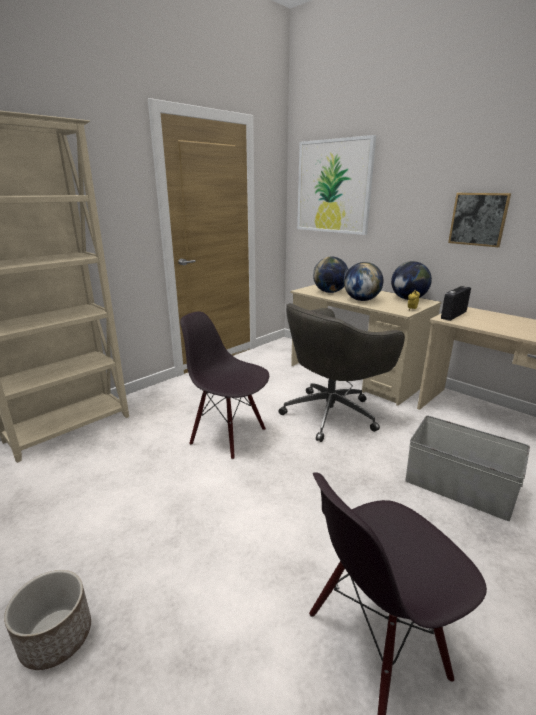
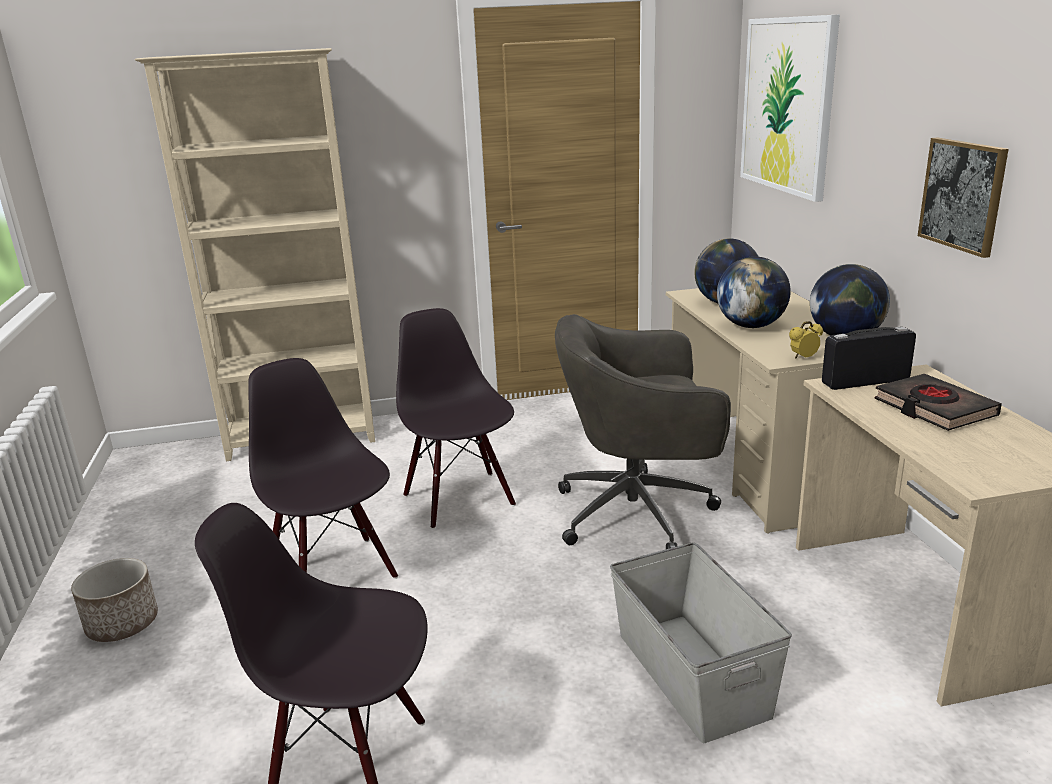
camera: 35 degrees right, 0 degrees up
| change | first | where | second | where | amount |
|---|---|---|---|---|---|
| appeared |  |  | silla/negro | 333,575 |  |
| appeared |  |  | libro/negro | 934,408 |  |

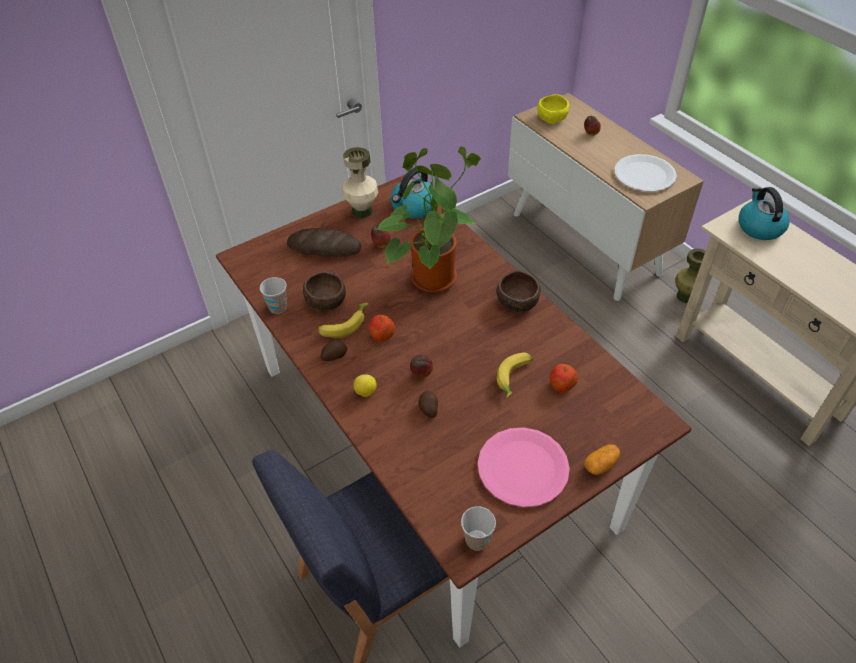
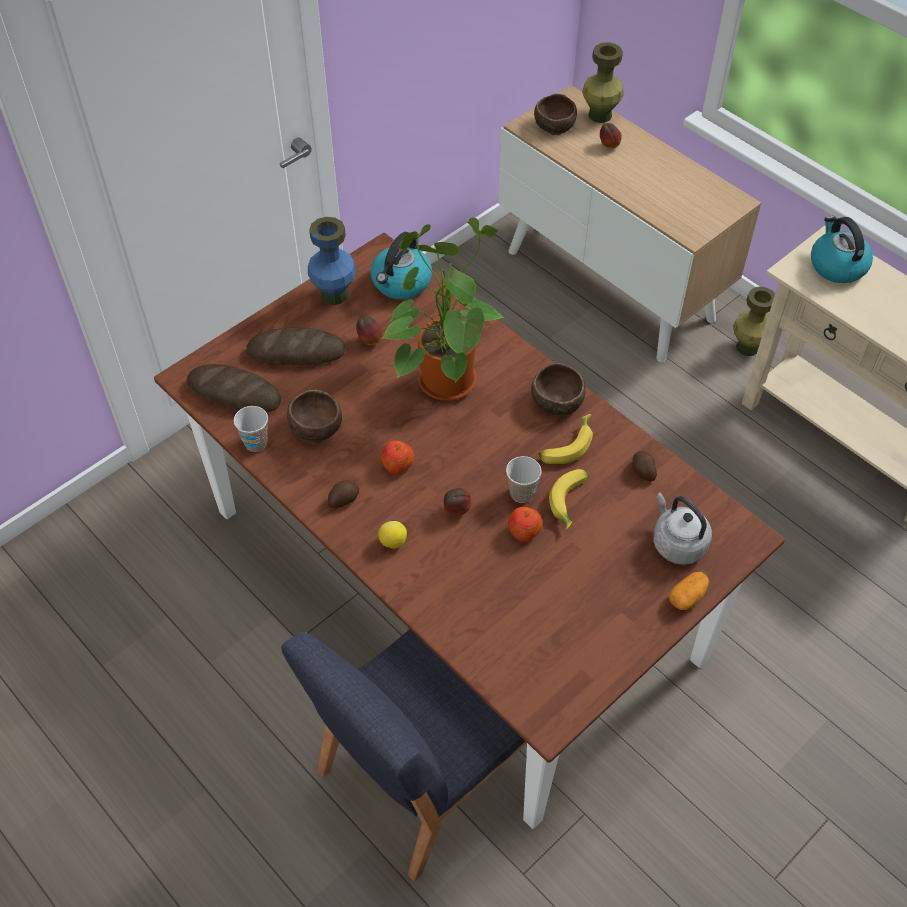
camera: 10 degrees left, 5 degrees up
| change | first | where | second | where | amount |
|---|---|---|---|---|---|
| missing | plato/rosa | 523,468 |  |  |  |
| missing | plato/blanco | 644,175 |  |  |  |
| appeared |  |  | pan | 234,393 |  |
| appeared |  |  | florero/verde | 599,115 |  |
| appeared |  |  | hervidor/gris | 677,543 |  |
| relocated | plátano | 343,325 |  | 566,445 |  |
| relocated | patata | 428,408 |  | 643,471 |  |
| relocated | taza | 477,540 |  | 521,493 |  |
| relocated | manzana | 561,385 |  | 524,531 |  |
| colour | florero/beis | 362,211 | florero/azul | 334,295 |  |
| colour | cuenco/amarillo | 552,118 | cuenco/marrón | 554,126 |  |

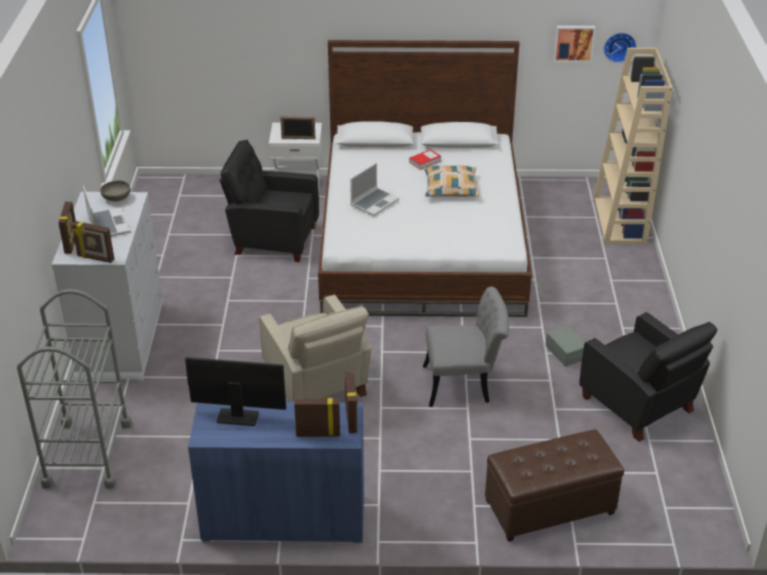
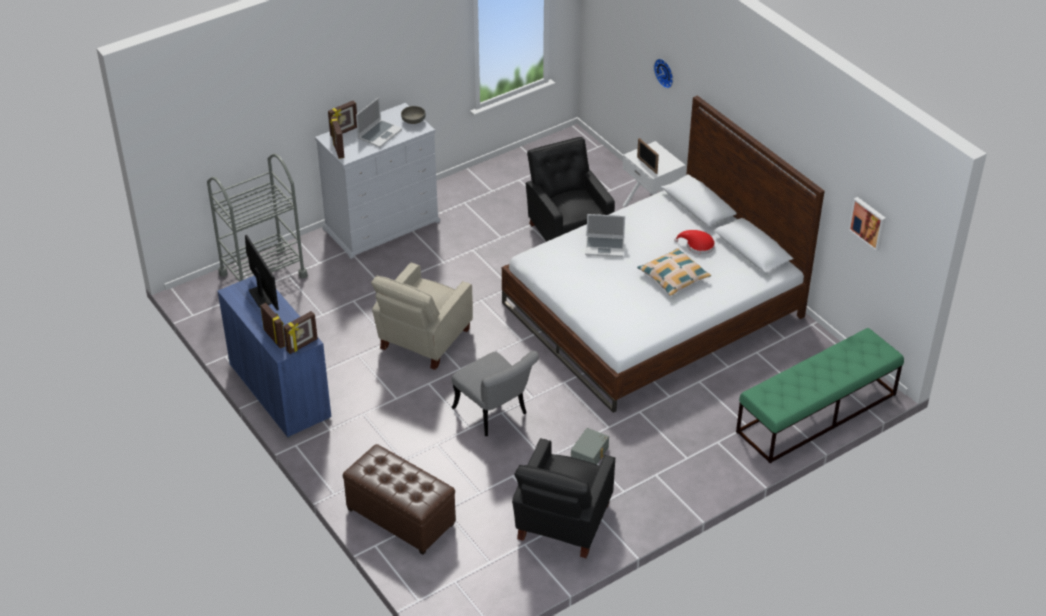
camera: 55 degrees right, 5 degrees up
| change | first | where | second | where | amount |
|---|---|---|---|---|---|
| relocated | reloj de pared | 619,46 |  | 665,72 |  |
| exchanged | libro | 425,161 | sombrero/rojo | 697,246 |  |
| exchanged | estantería/beis | 620,221 | banco/verde | 816,413 |  |

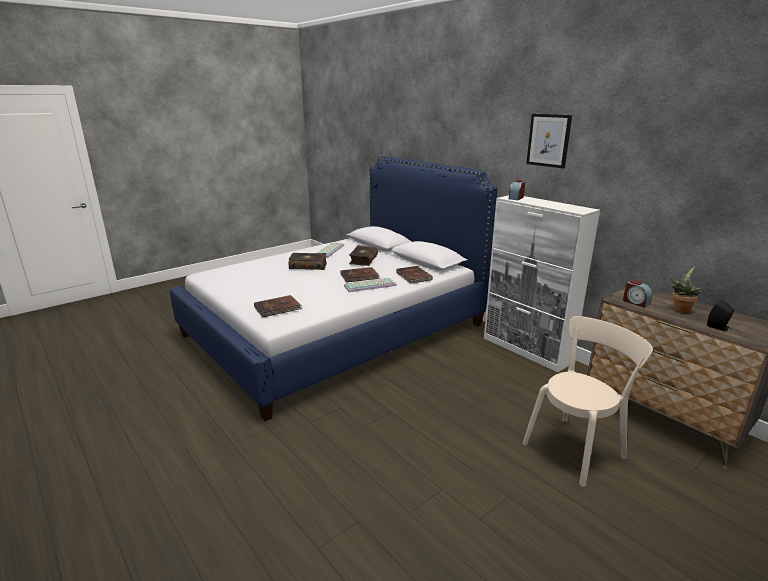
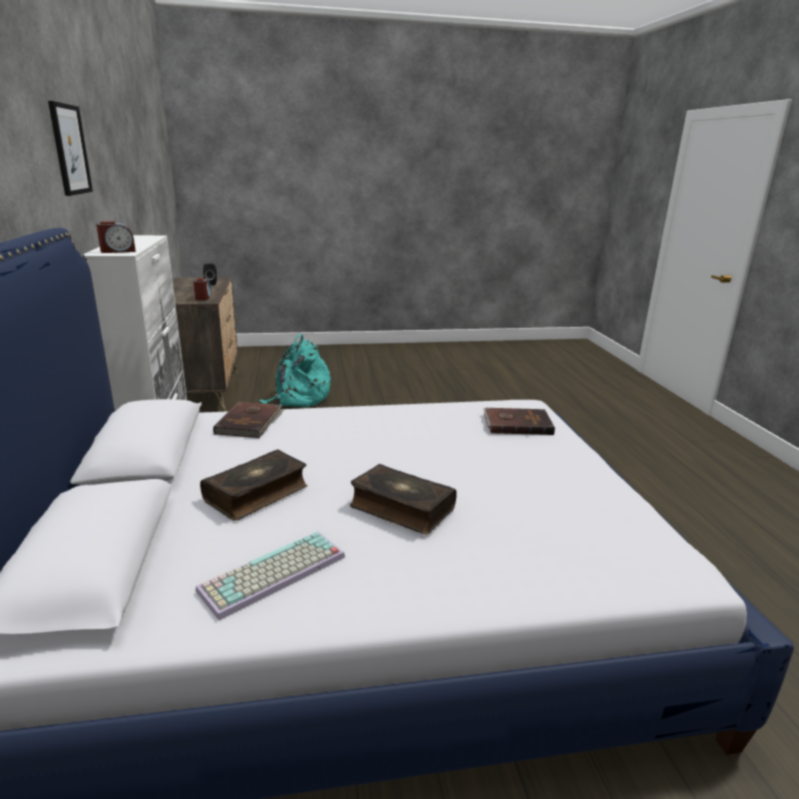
camera: 150 degrees left, 0 degrees up
| change | first | where | second | where | amount |
|---|---|---|---|---|---|
| missing | libro/marrón | 360,276 |  |  |  |
| missing | teclado | 370,285 |  |  |  |
| missing | planta en maceta | 680,309 |  |  |  |
| exchanged | silla/beis | 576,448 | mochila/turquesa | 299,398 |  |

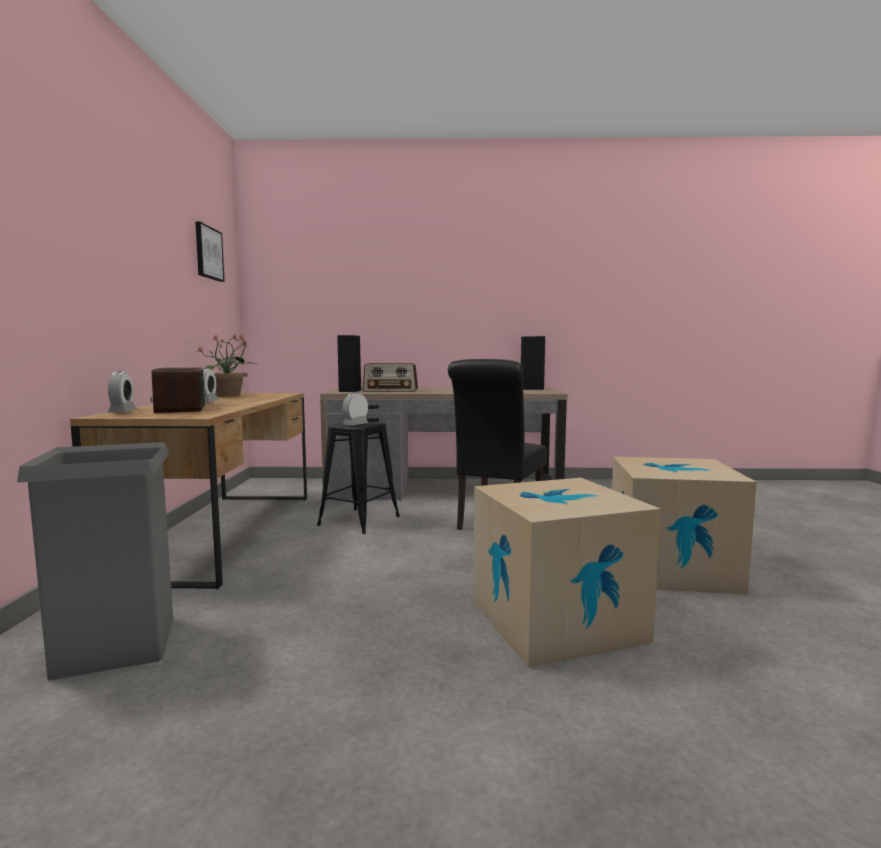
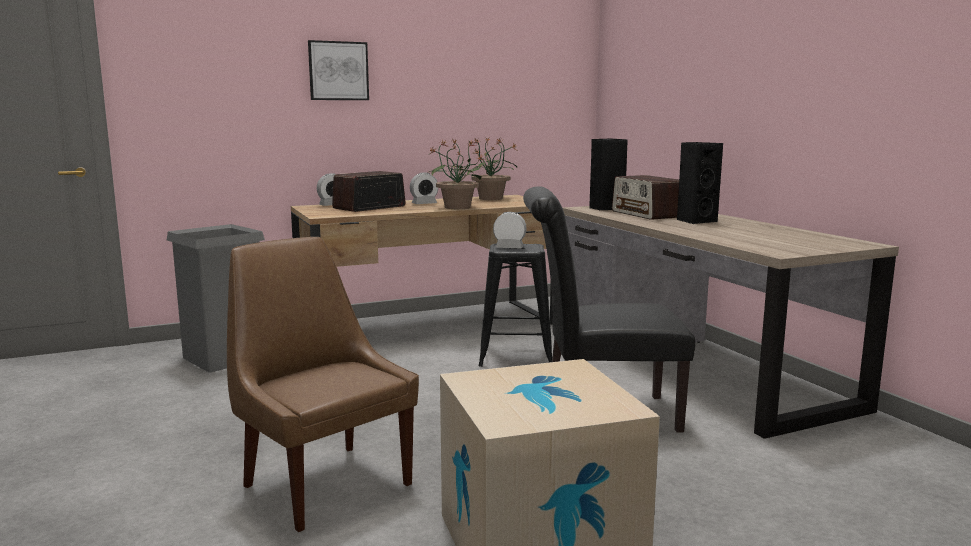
camera: 65 degrees right, 5 degrees up
| change | first | where | second | where | amount |
|---|---|---|---|---|---|
| appeared |  |  | planta en maceta | 456,207 |  |
| relocated | cuadro | 208,253 |  | 338,71 |  |
| relocated | altavoz/negro | 531,389 |  | 695,221 |  |
| exchanged | caja de cartón | 556,621 | silla/marrón | 324,483 |  |

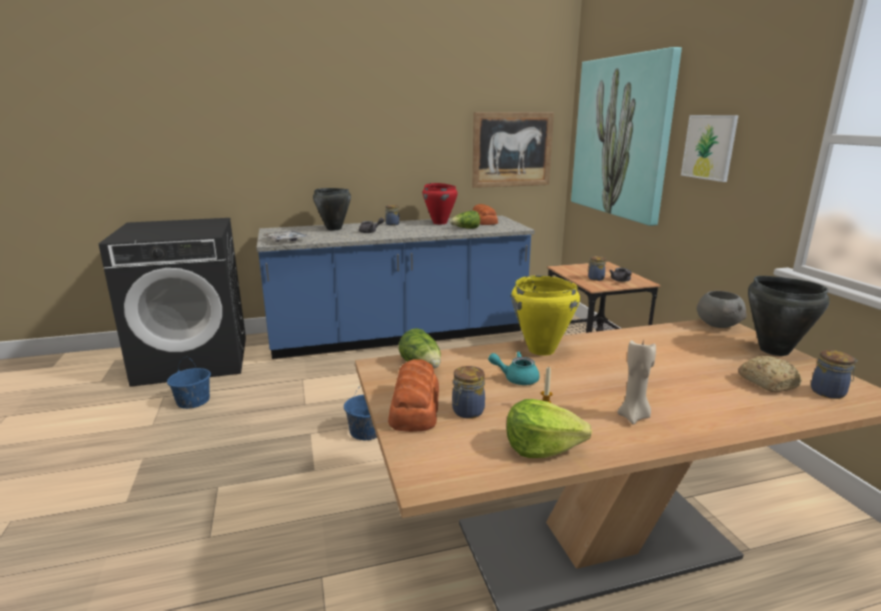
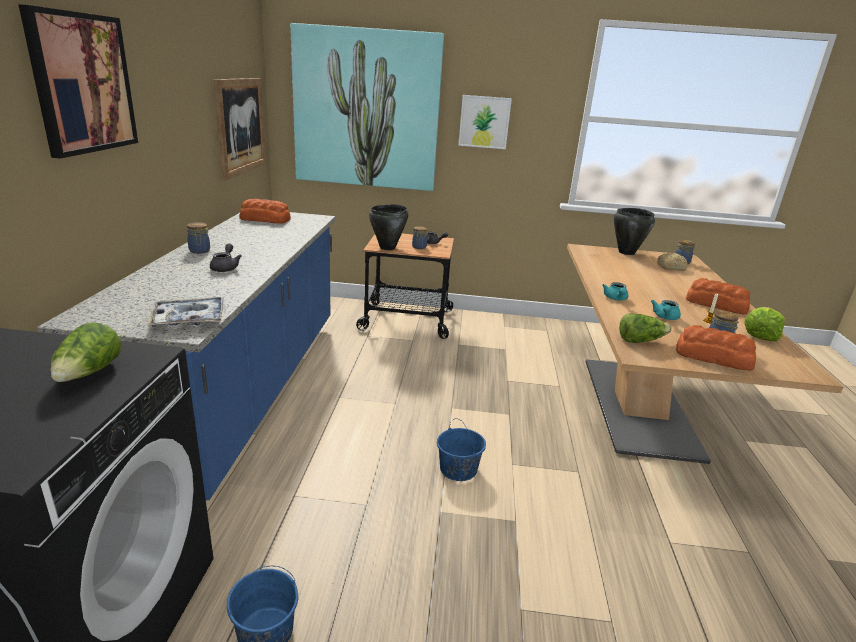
camera: 70 degrees left, 5 degrees up
| change | first | where | second | where | amount |
|---|---|---|---|---|---|
| missing | olla/rojo | 440,223 |  |  |  |
| missing | cuenco/gris | 717,325 |  |  |  |
| appeared |  |  | cuadro | 82,83 |  |
| relocated | olla/negro | 334,229 |  | 388,248 |  |
| relocated | lechuga | 465,229 |  | 89,373 |  |
| exchanged | olla/amarillo | 541,350 | tetera/turquesa | 615,299 |  |
| exchanged | vela/beis | 634,417 | pan | 716,305 |  |

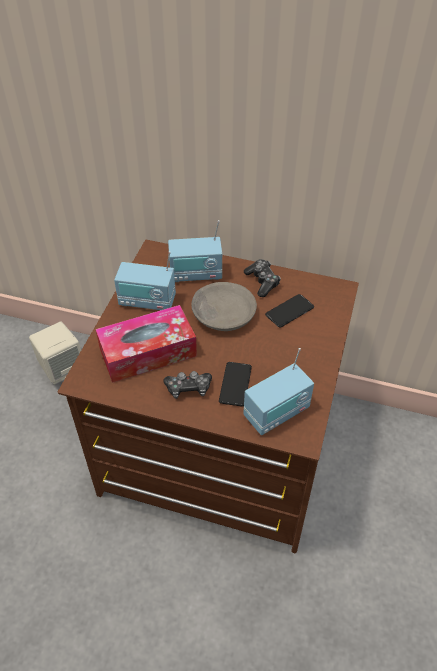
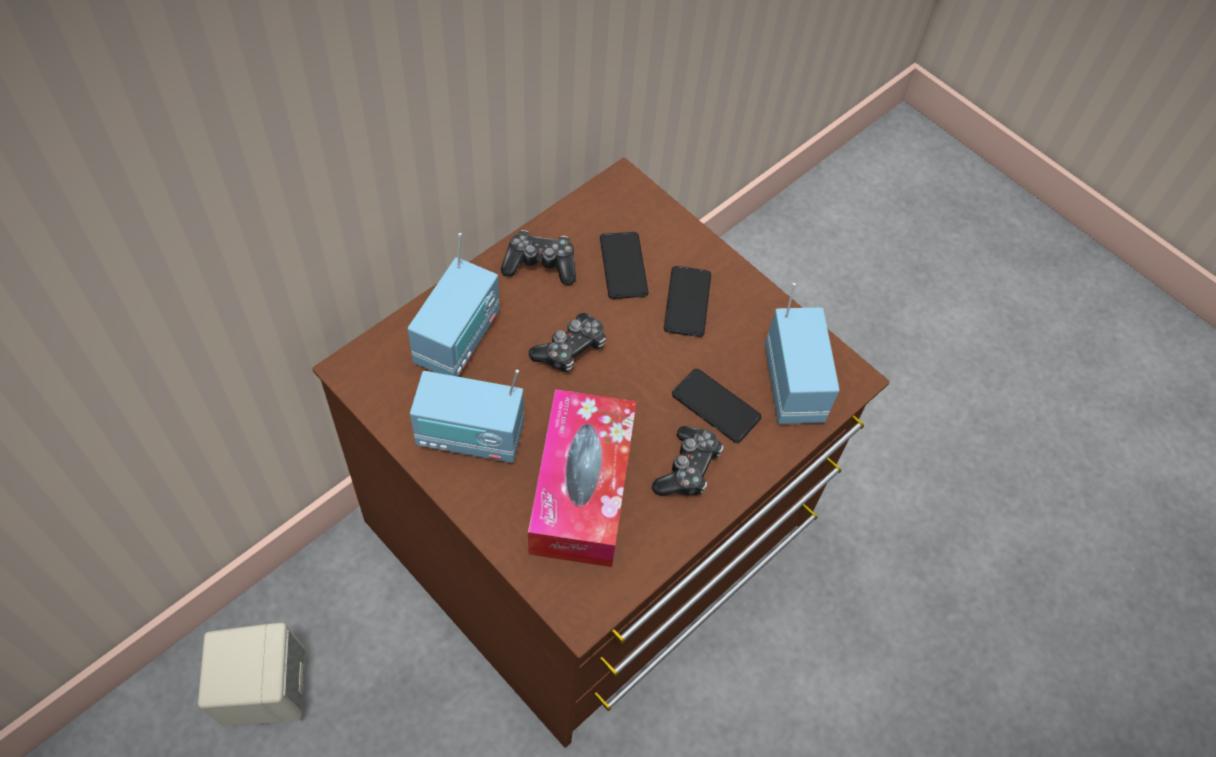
camera: 65 degrees left, 10 degrees up
| change | first | where | second | where | amount |
|---|---|---|---|---|---|
| appeared |  |  | móvil | 687,302 |  |
| exchanged | cuenco/gris | 222,314 | mando de consola | 570,349 |  |
| spun | radio | 147,301 |  | 470,437 | 60 degrees clockwise |

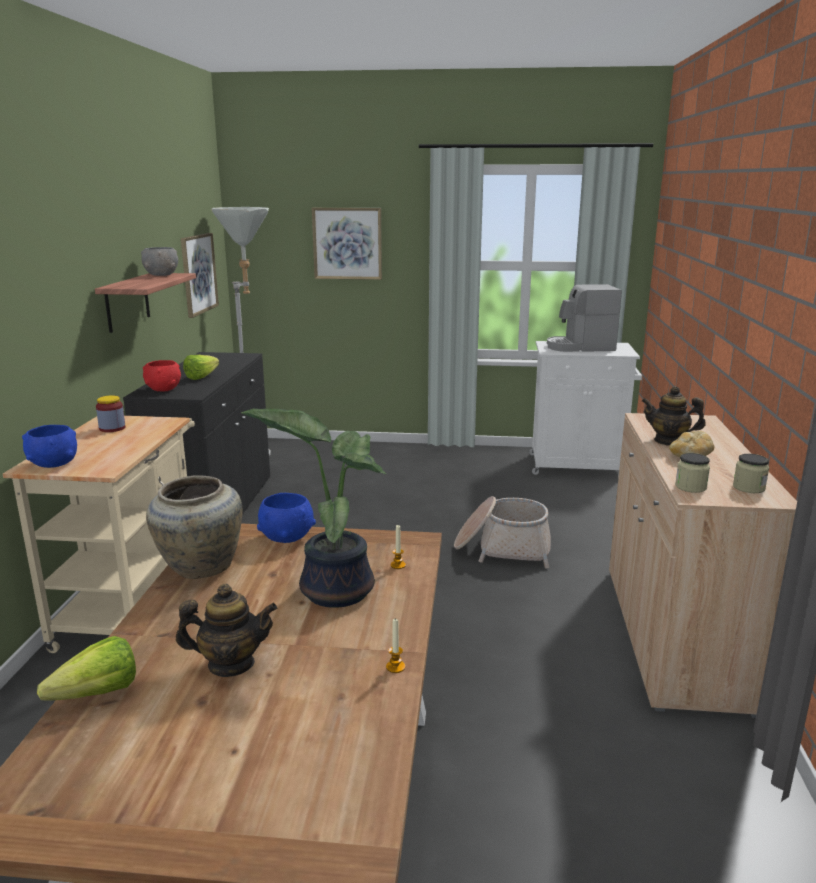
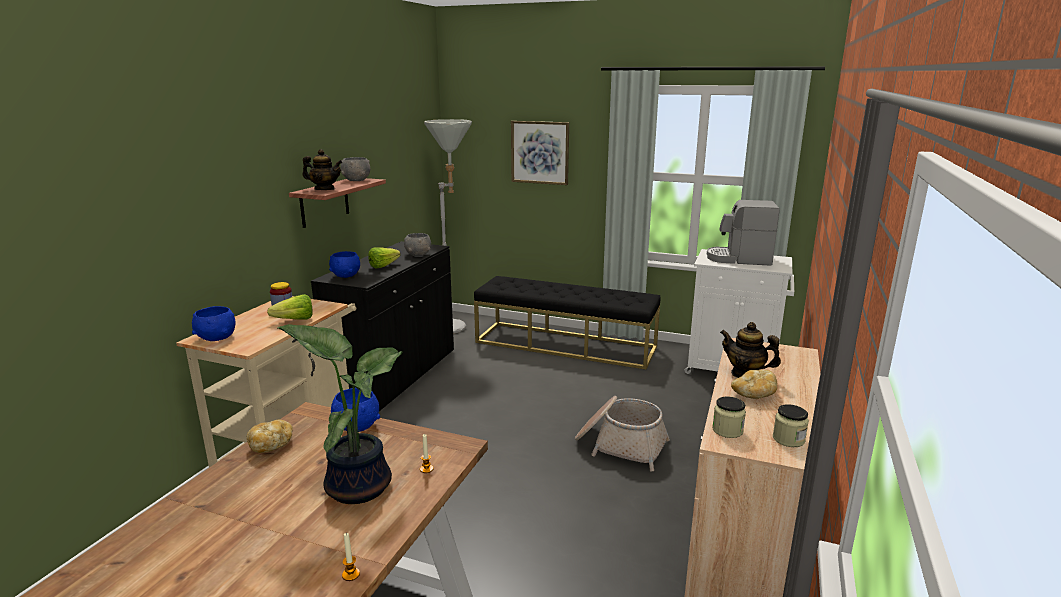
camera: 15 degrees right, 0 degrees up
| change | first | where | second | where | amount |
|---|---|---|---|---|---|
| missing | cuadro | 198,274 |  |  |  |
| appeared |  |  | cuenco/gris | 418,255 |  |
| appeared |  |  | banco/negro | 565,345 |  |
| relocated | lechuga | 90,696 |  | 291,320 |  |
| relocated | tetera | 231,664 |  | 324,189 |  |
| exchanged | florero/beis | 199,567 | pan | 271,445 |  |
| colour | cuenco/rojo | 163,389 | cuenco/azul | 345,275 |  |

